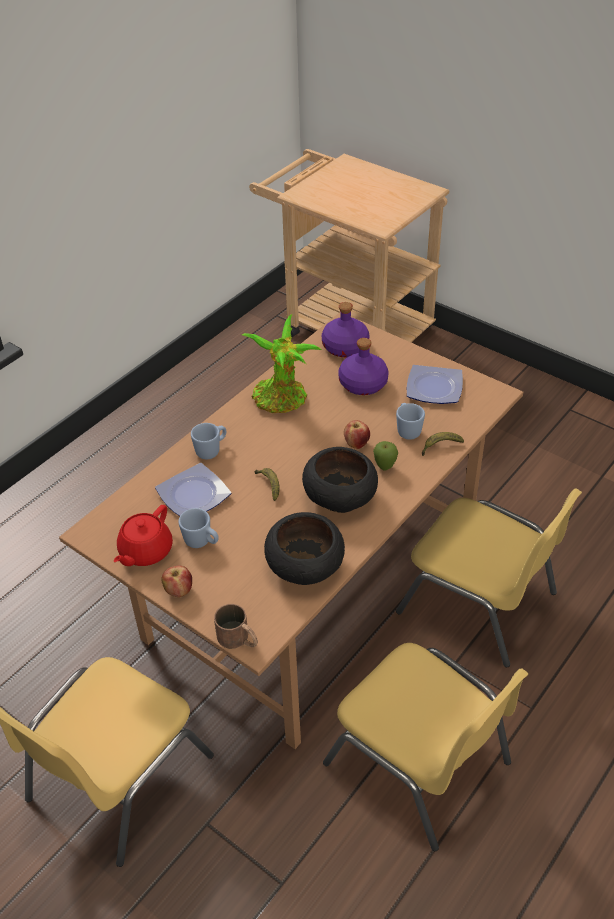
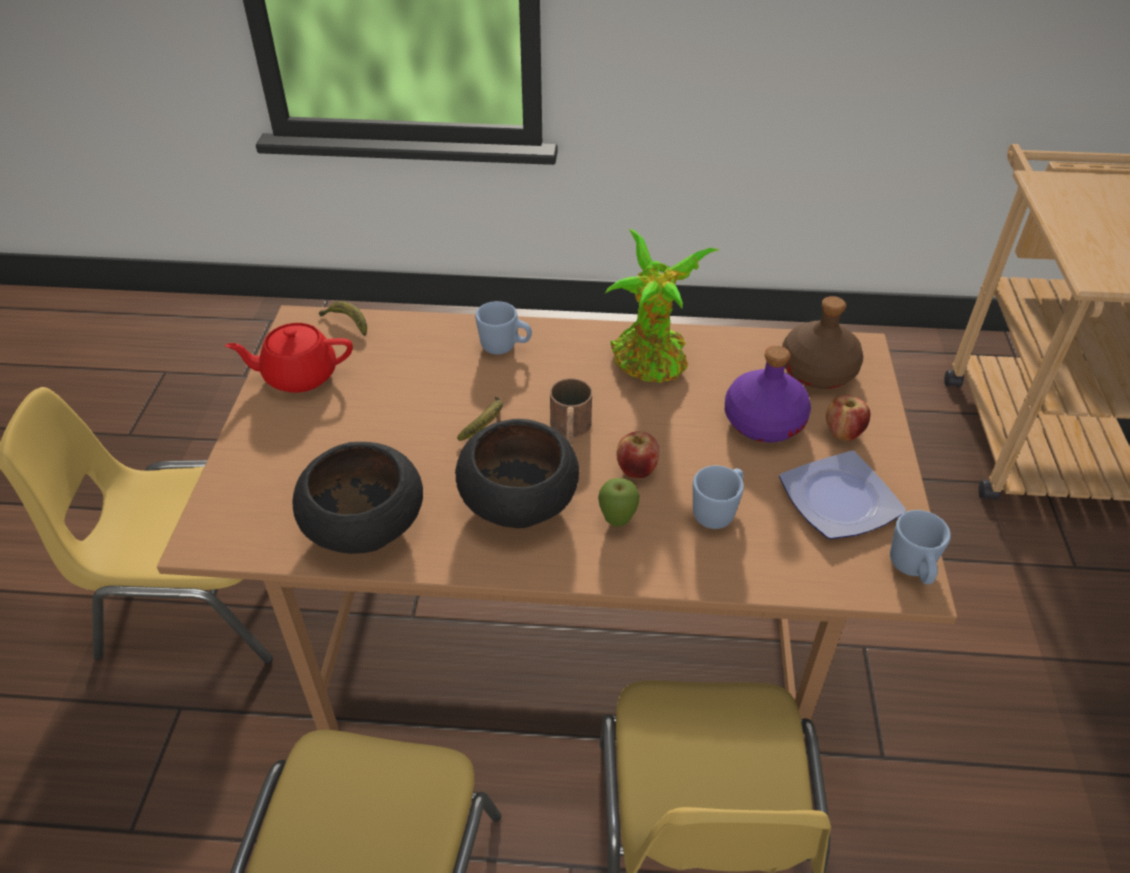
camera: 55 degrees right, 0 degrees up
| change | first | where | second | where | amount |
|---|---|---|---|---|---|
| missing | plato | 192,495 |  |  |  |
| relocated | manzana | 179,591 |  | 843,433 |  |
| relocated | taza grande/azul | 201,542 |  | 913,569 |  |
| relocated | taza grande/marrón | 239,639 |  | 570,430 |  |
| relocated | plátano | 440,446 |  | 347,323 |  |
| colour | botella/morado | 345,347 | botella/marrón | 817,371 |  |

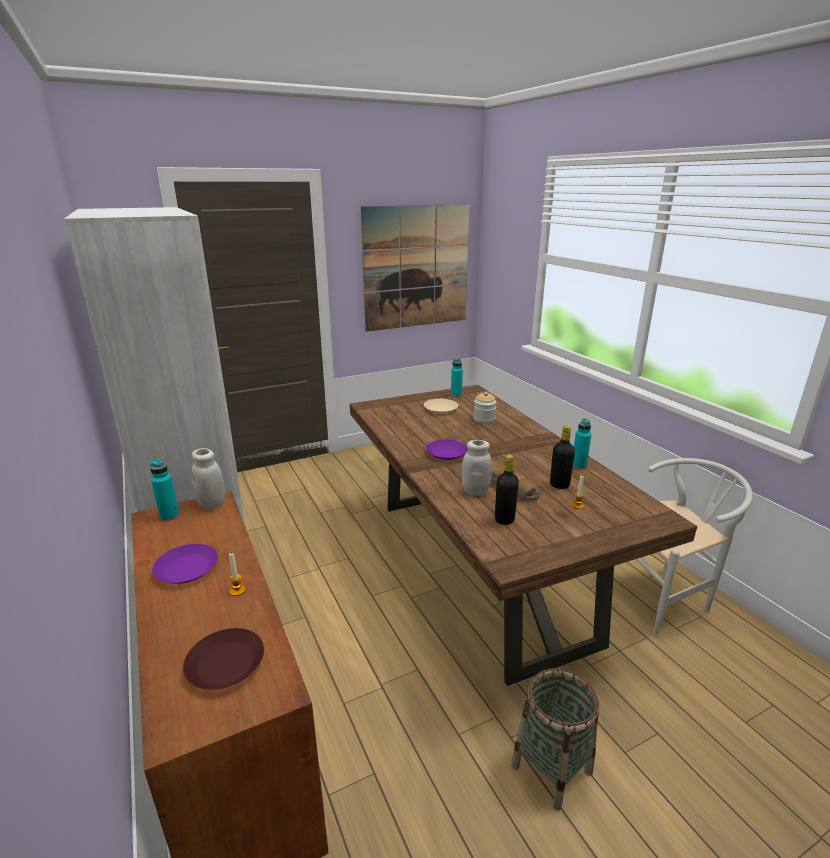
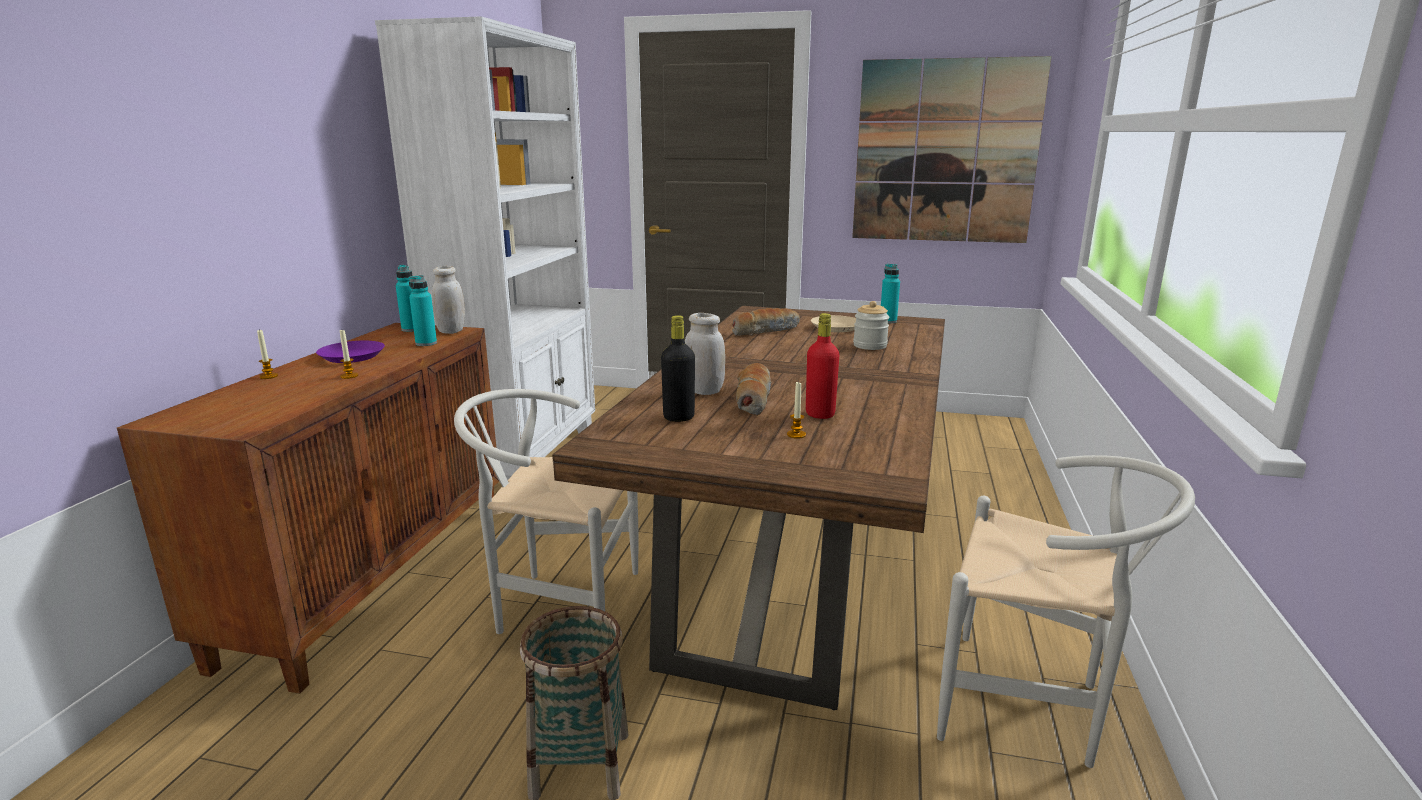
camera: 40 degrees right, 5 degrees down
| change | first | where | second | where | amount |
|---|---|---|---|---|---|
| missing | plato/marrón | 225,663 |  |  |  |
| missing | plato/morado | 447,453 |  |  |  |
| appeared |  |  | vela | 268,376 |  |
| appeared |  |  | silla/blanco | 558,605 |  |
| appeared |  |  | pan | 765,331 |  |
| relocated | botella/turquesa | 579,465 |  | 426,343 |  |
| colour | botella/negro | 559,485 | botella/rojo | 820,414 |  |

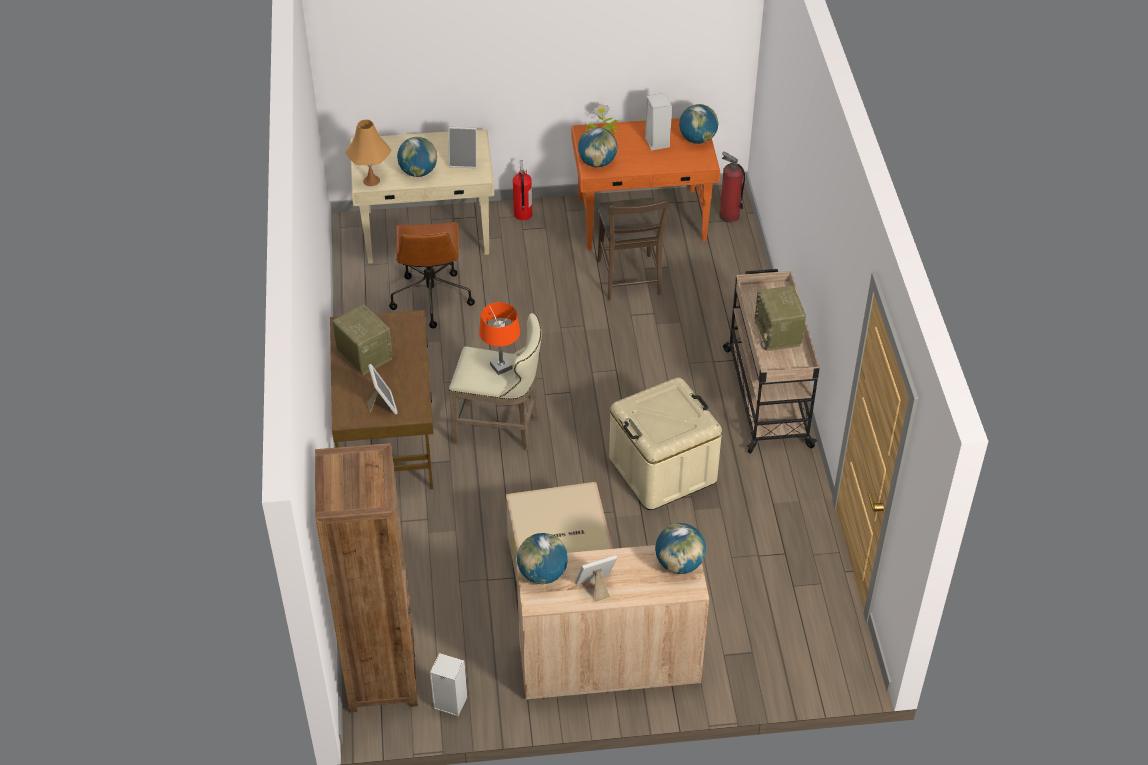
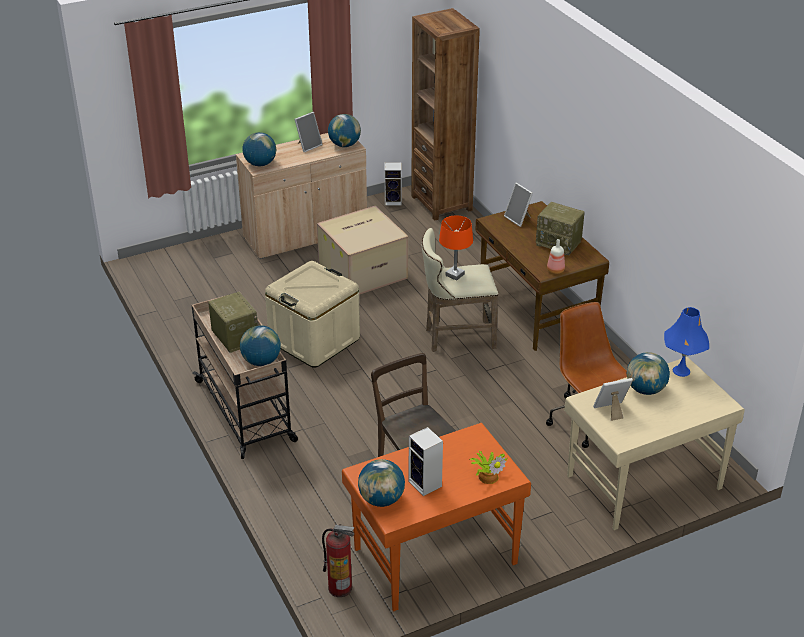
camera: 160 degrees right, 10 degrees down
| change | first | where | second | where | amount |
|---|---|---|---|---|---|
| missing | extintor | 522,215 |  |  |  |
| appeared |  |  | botella | 555,271 |  |
| relocated | globo terráqueo | 597,162 |  | 261,361 |  |
| colour | lámpara de mesa/naranja | 371,180 | lámpara de mesa/azul | 681,371 |  |

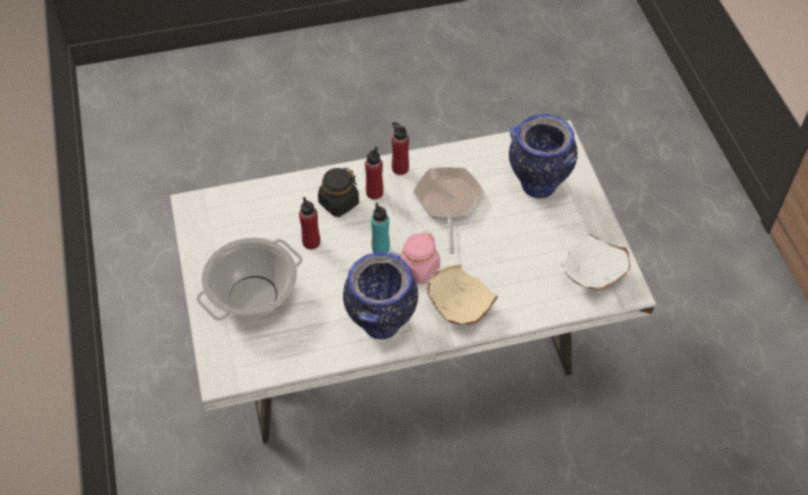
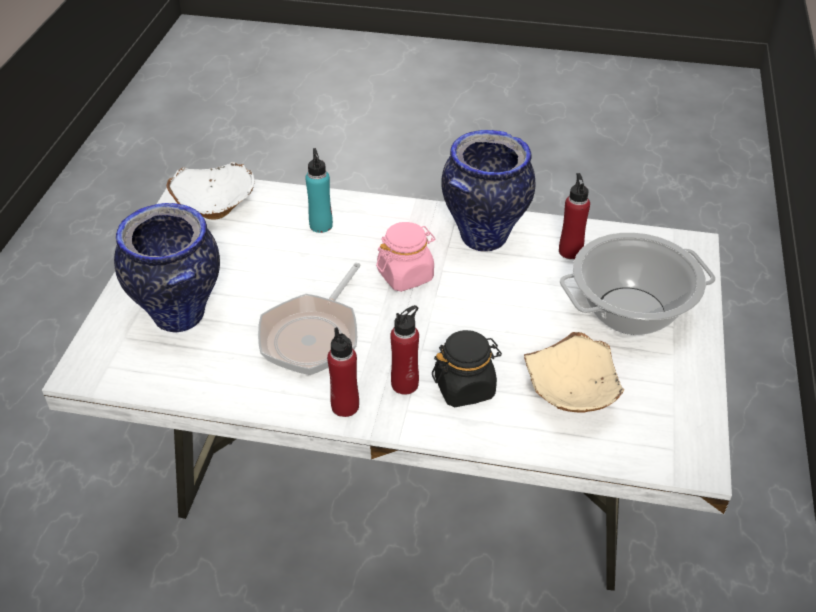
camera: 155 degrees left, 10 degrees down
| change | first | where | second | where | amount |
|---|---|---|---|---|---|
| relocated | botella/rojo | 311,242 |  | 570,251 |  |
| relocated | botella/turquesa | 380,248 |  | 321,225 |  |
| relocated | cuenco/beis | 459,308 |  | 572,396 |  |

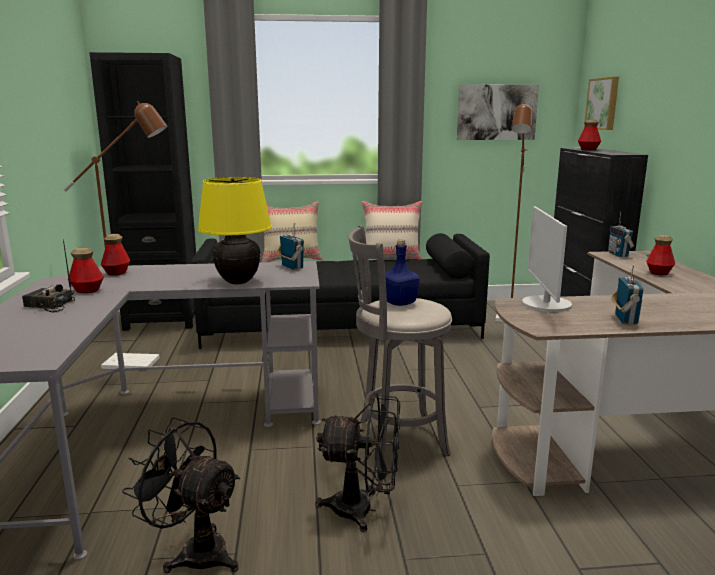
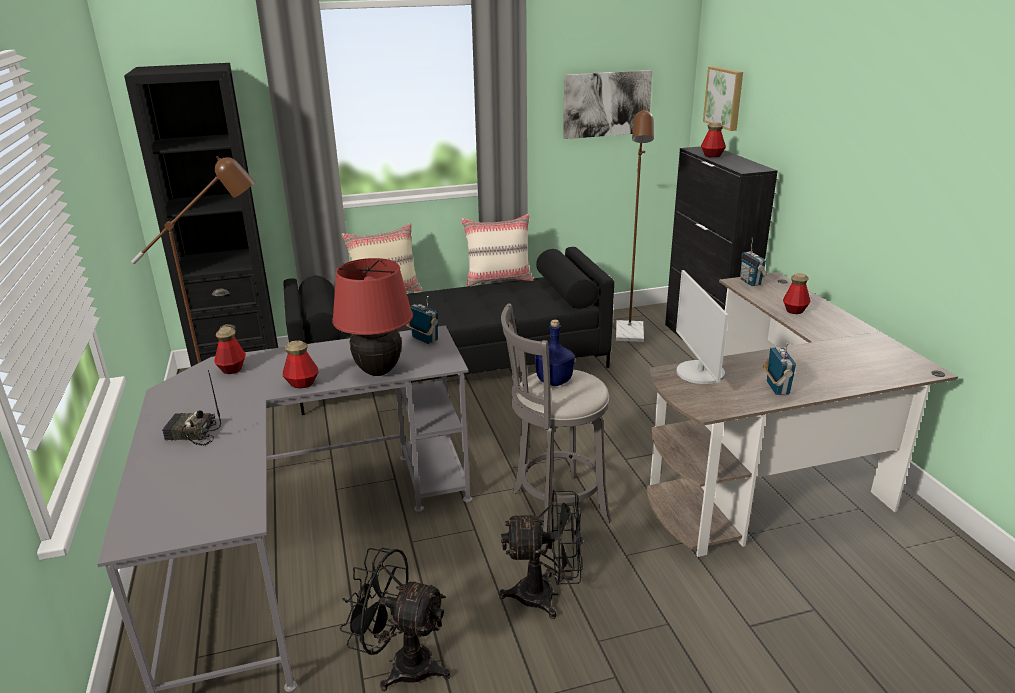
camera: 10 degrees left, 10 degrees up
| change | first | where | second | where | amount |
|---|---|---|---|---|---|
| relocated | botella | 87,290 |  | 302,383 |  |
| colour | lámpara de mesa/amarillo | 238,282 | lámpara de mesa/rojo | 378,371 |  |

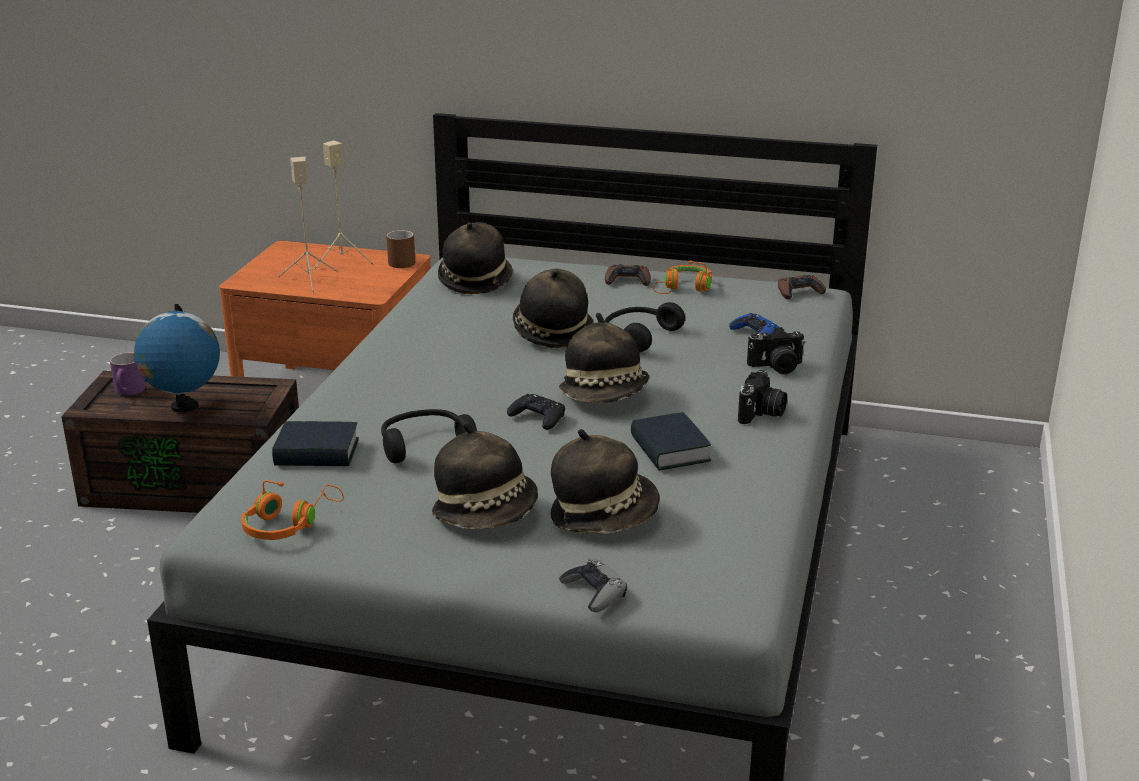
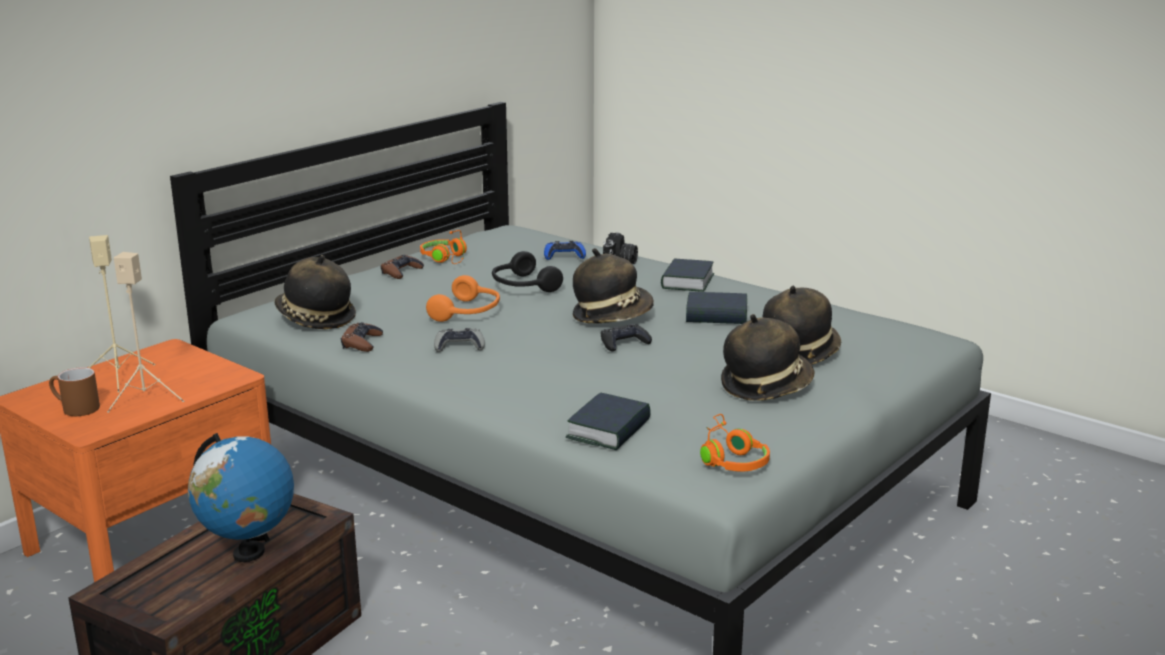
camera: 65 degrees left, 5 degrees down
| change | first | where | second | where | amount |
|---|---|---|---|---|---|
| missing | taza grande/morado | 129,391 |  |  |  |
| missing | auriculares/negro | 424,444 |  |  |  |
| relocated | taza grande/marrón | 400,261 |  | 74,409 |  |
| relocated | mando de consola/gris | 594,591 |  | 459,346 |  |
| relocated | mando de consola/marrón | 799,292 |  | 362,343 |  |
| exchanged | sombrero | 552,332 | auriculares/naranja | 468,312 |  |
| exchanged | cámara | 761,413 | libro | 687,282 |  |

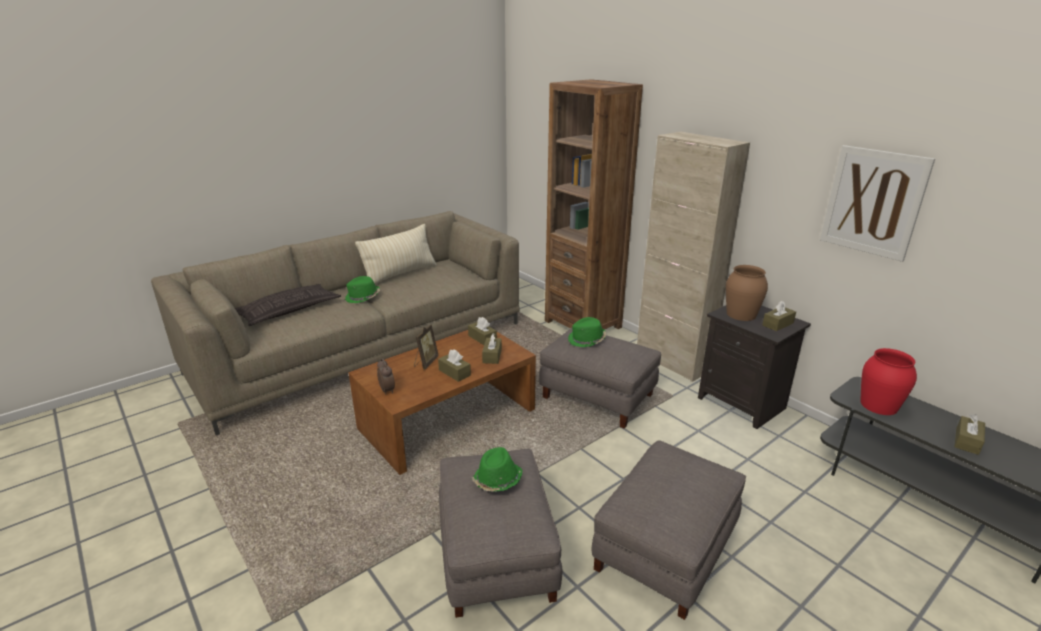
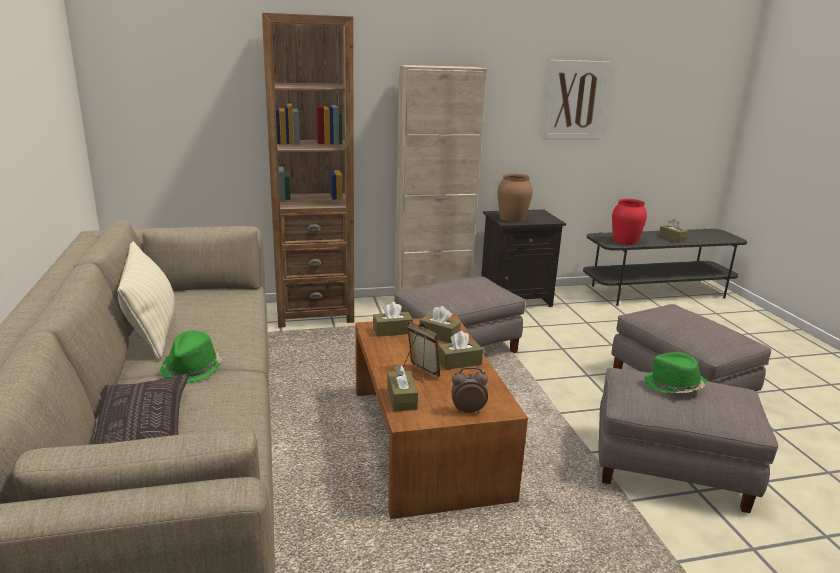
camera: 65 degrees left, 5 degrees down
| change | first | where | second | where | amount |
|---|---|---|---|---|---|
| missing | sombrero/verde | 587,340 |  |  |  |
| relocated | caja de pañuelos/marrón | 777,324 |  | 402,399 |  |

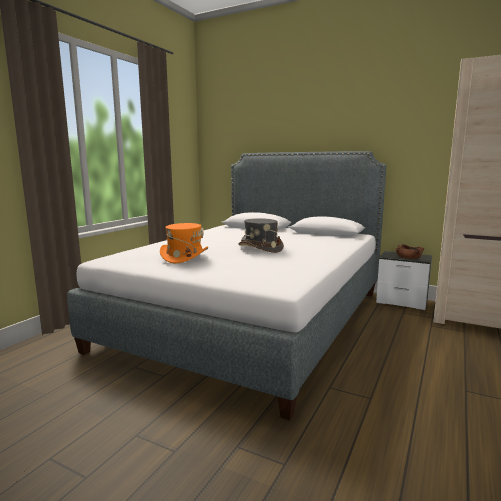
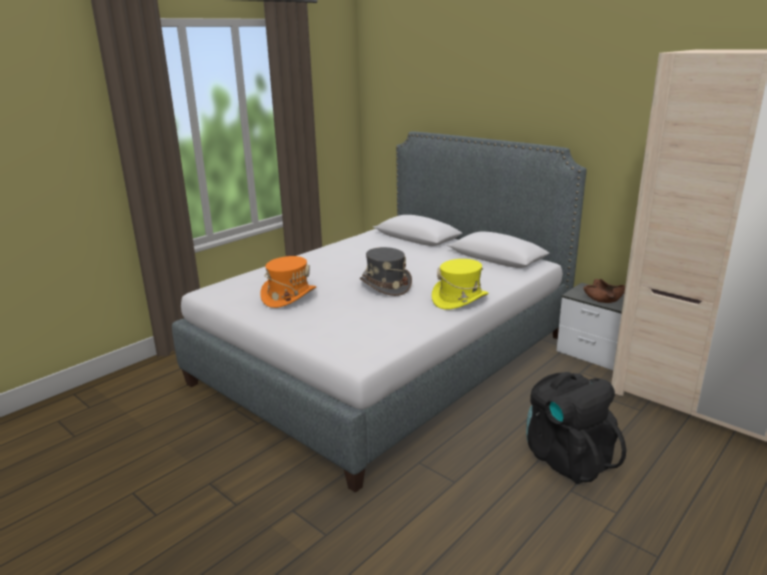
camera: 15 degrees right, 10 degrees up
| change | first | where | second | where | amount |
|---|---|---|---|---|---|
| appeared |  |  | sombrero/amarillo | 460,299 |  |
| appeared |  |  | mochila/negro | 566,458 |  |

